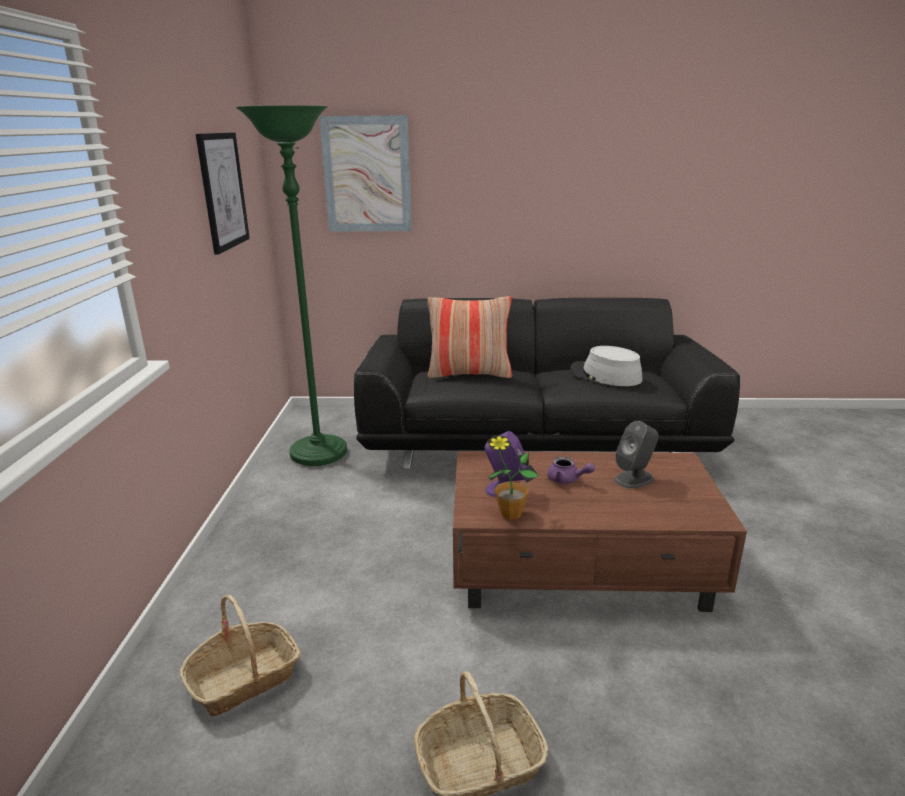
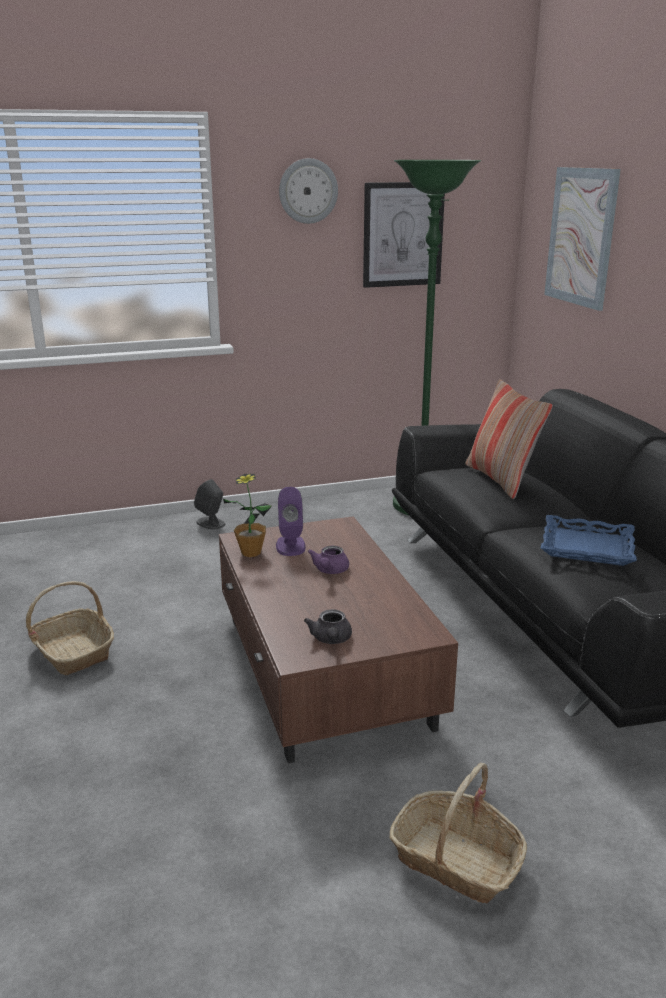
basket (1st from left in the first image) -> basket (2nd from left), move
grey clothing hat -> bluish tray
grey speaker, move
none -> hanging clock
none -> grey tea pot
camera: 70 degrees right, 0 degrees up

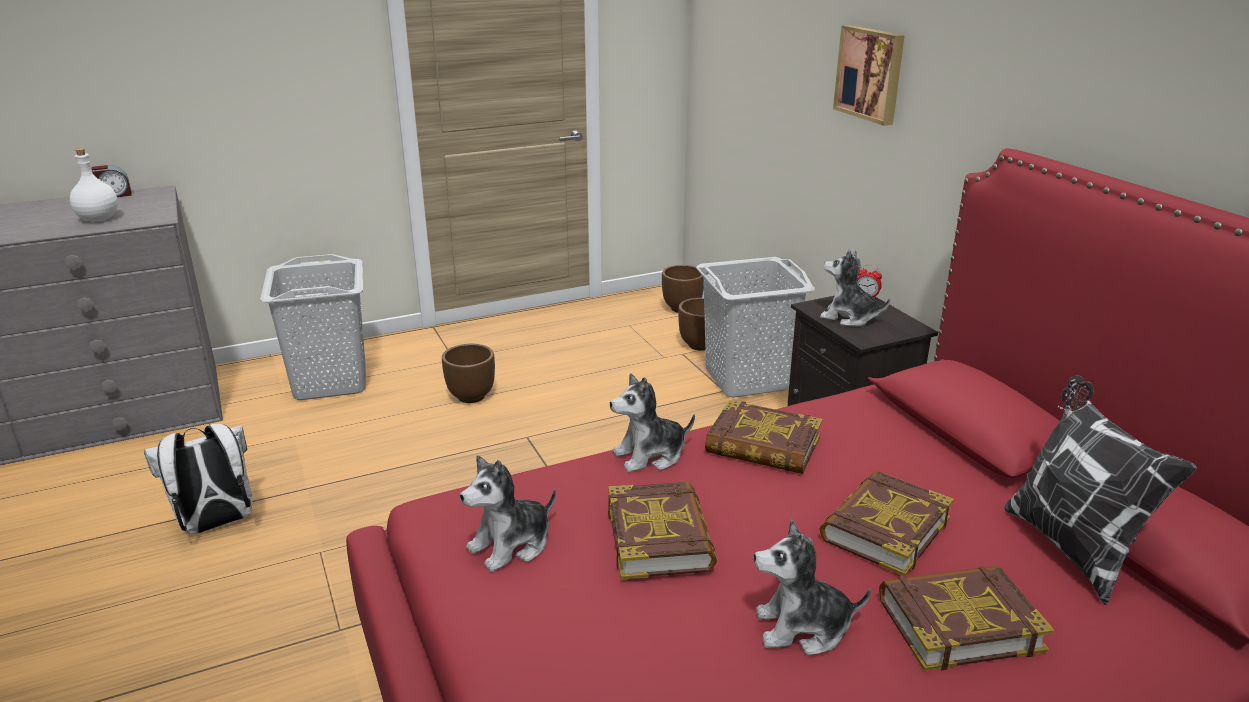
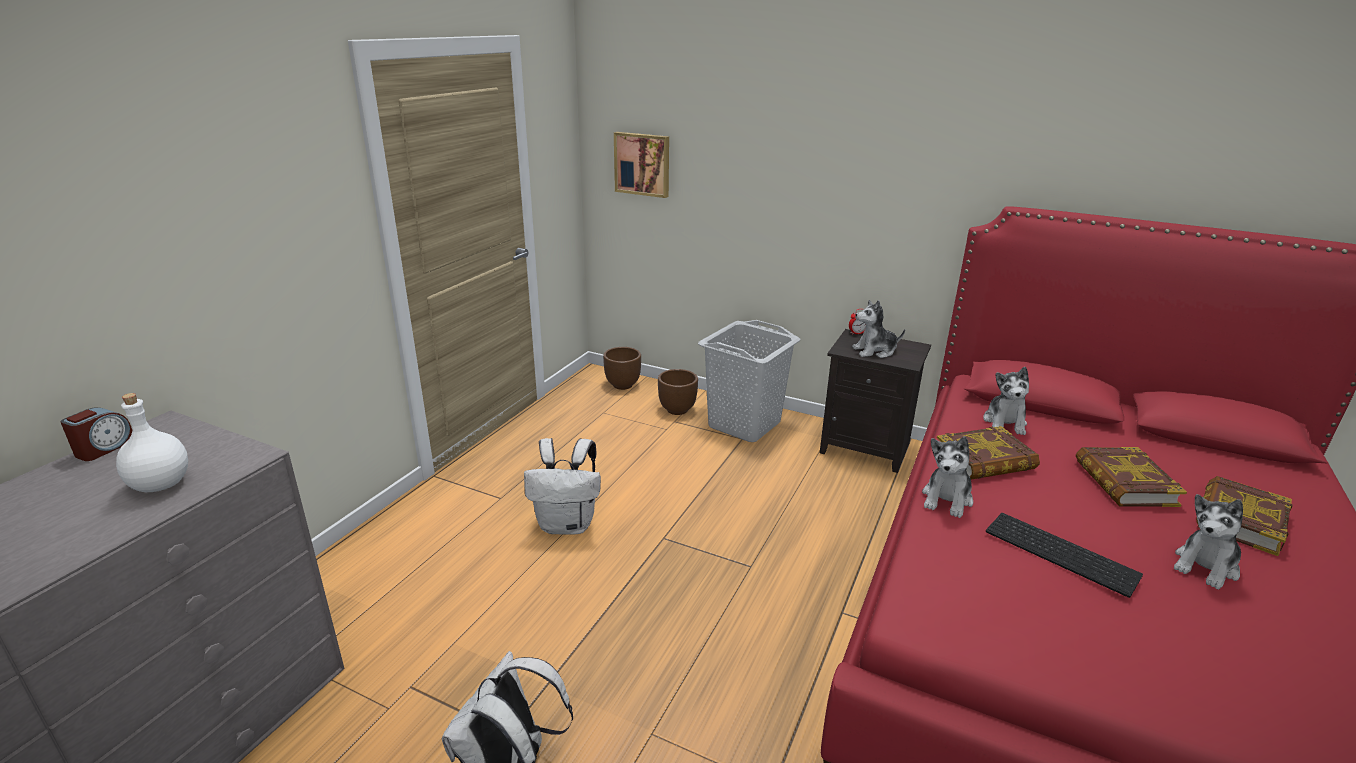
grey laundry basket (1st from left) -> none
brownish plant pot (1st from left) -> white rucksack (2nd from left)
plush toy (1st from left in the first image) -> plush toy (3rd from left), move
book (1st from left) -> computer keyboard
wall picture, move
pillow -> none
camera: 40 degrees left, 0 degrees up

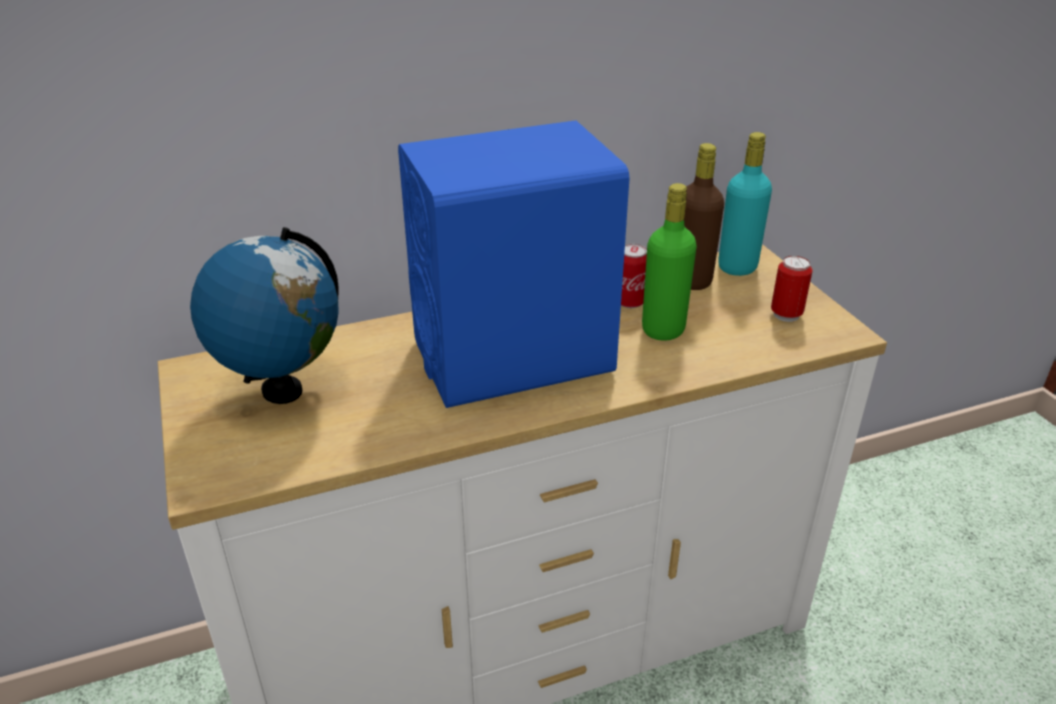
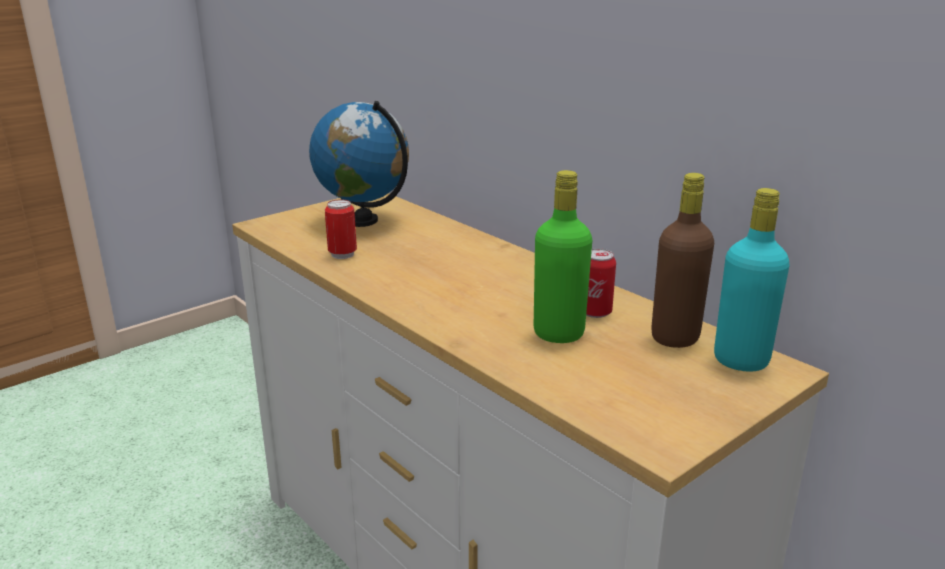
bluish speaker -> none
can (2nd from left in the first image) -> can (1st from left), move
camera: 70 degrees right, 10 degrees down

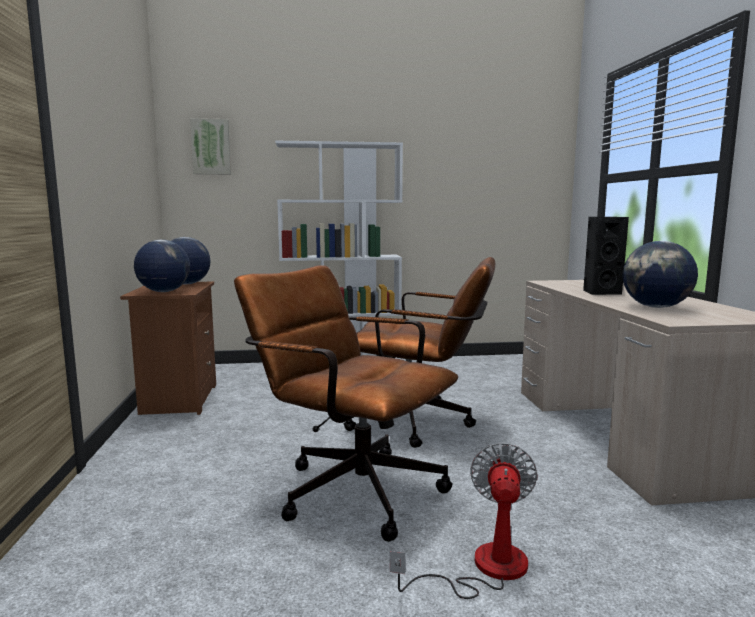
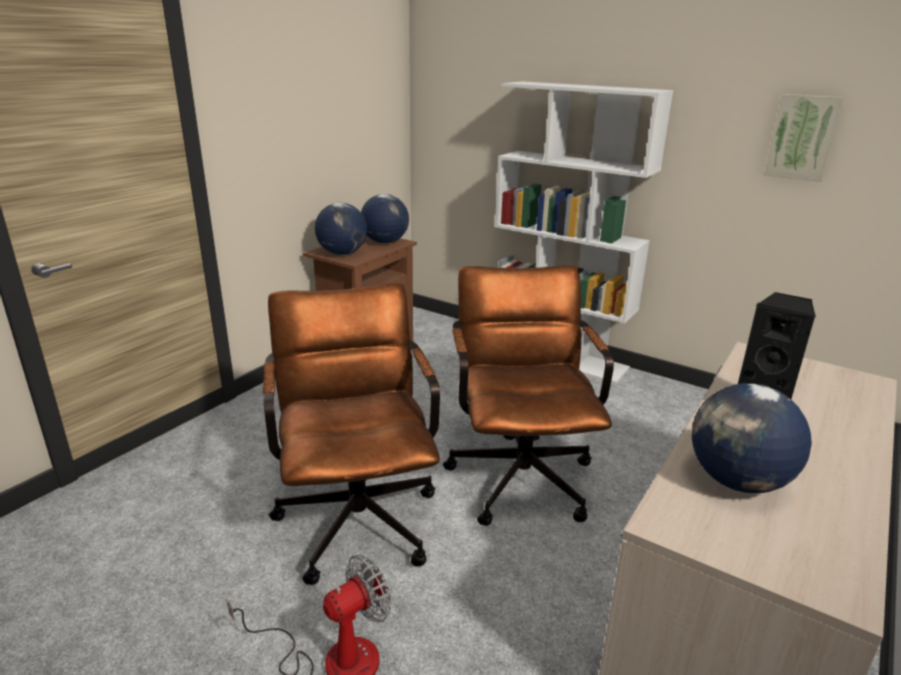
wall picture, move
brownish desk chair (2nd from left), 150 degrees counterclockwise
camera: 40 degrees right, 15 degrees up

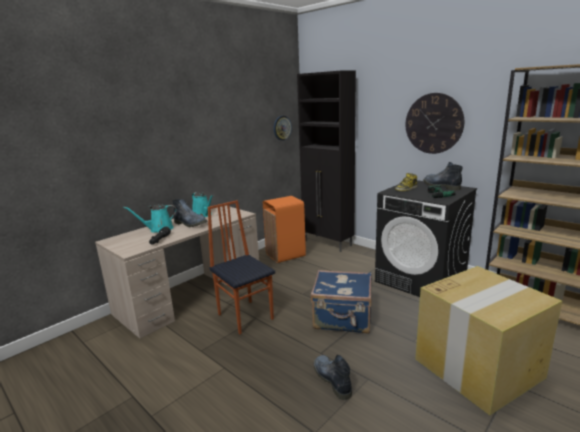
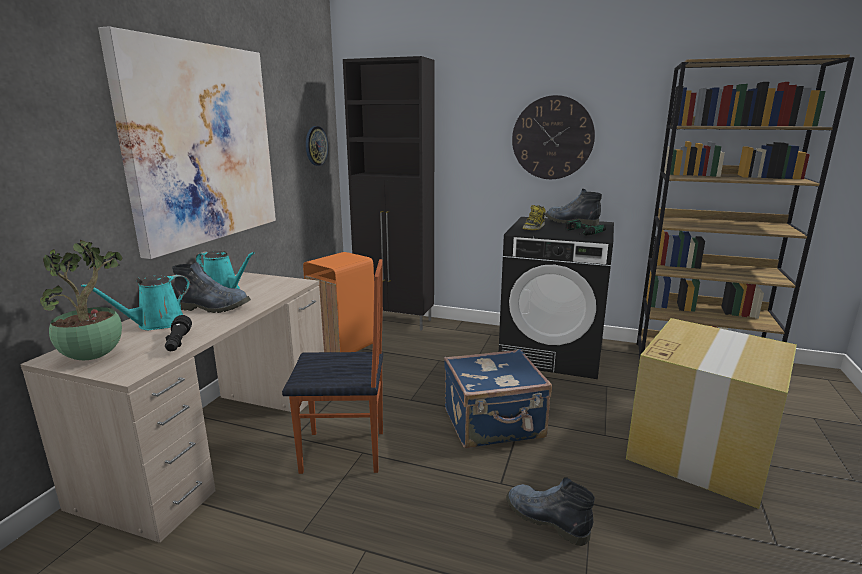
plain chair, 150 degrees clockwise
none -> potted plant
none -> wall picture
camera: 25 degrees left, 0 degrees up

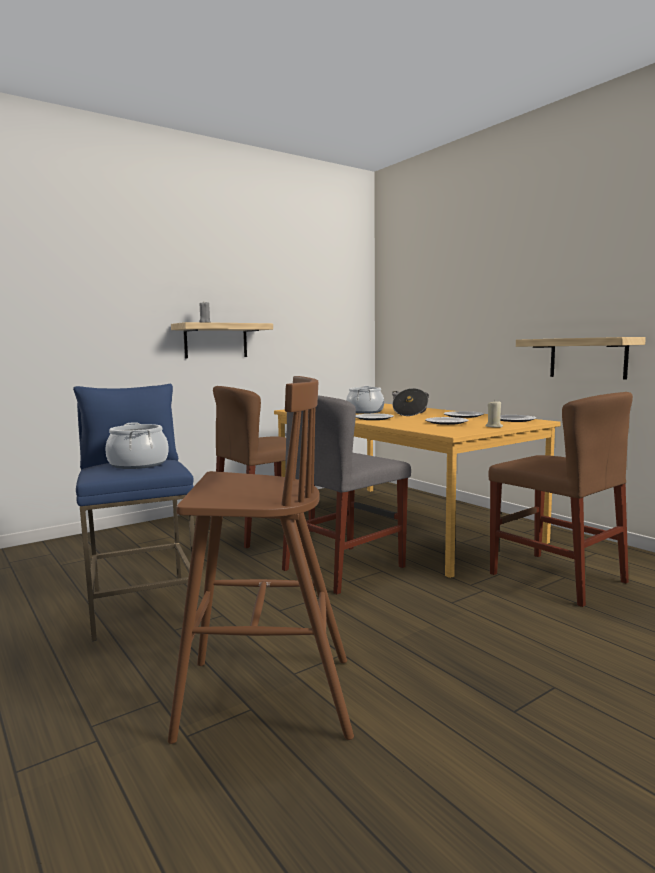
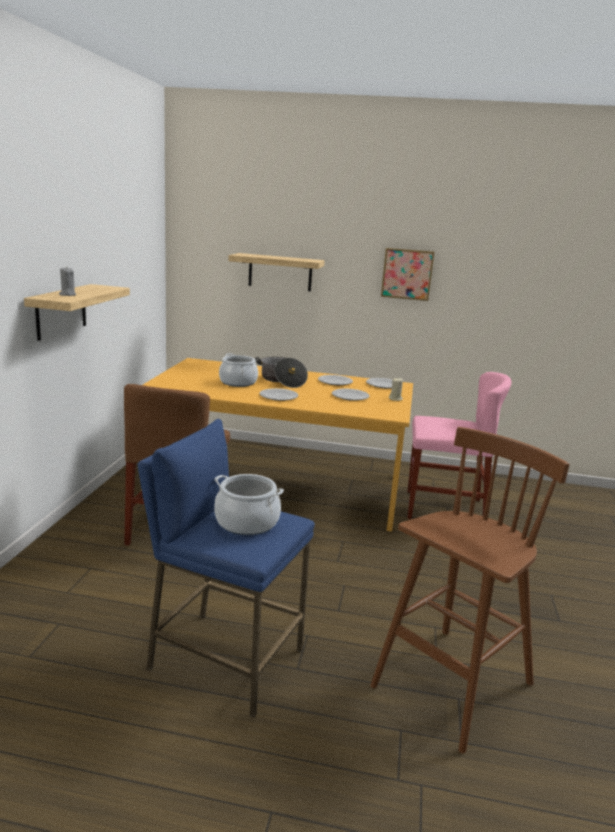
grey plain chair -> none
brownish plain chair (2nd from left) -> pinkish plain chair
wall shelf (2nd from left), move
none -> wall picture
camera: 45 degrees left, 10 degrees up

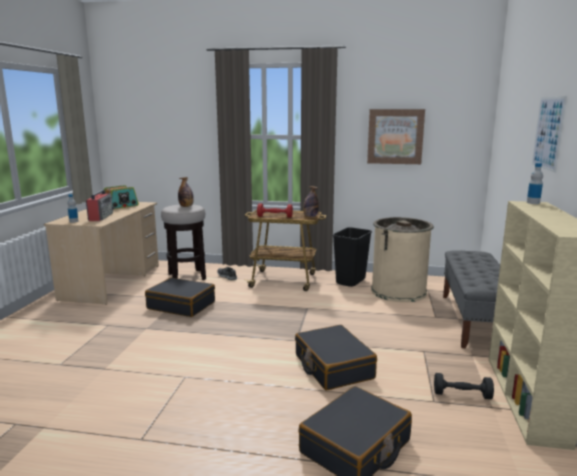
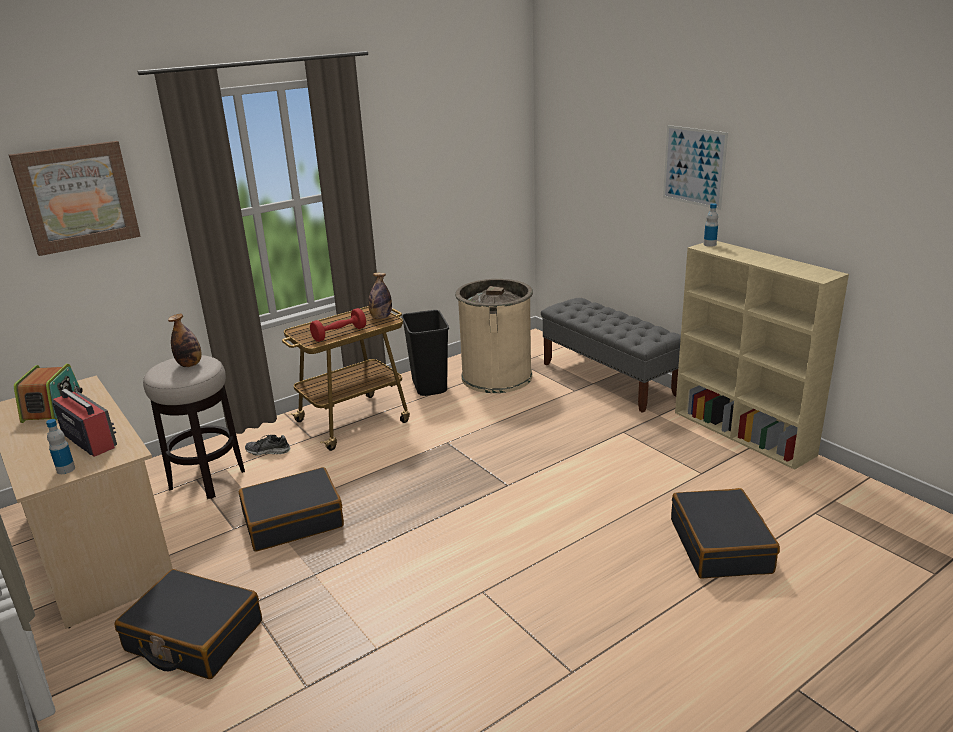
black piece of luggage (2nd from left in the first image) -> black piece of luggage (1st from left), move
wall picture (1st from left), move
black free weight -> none
camera: 45 degrees left, 10 degrees up

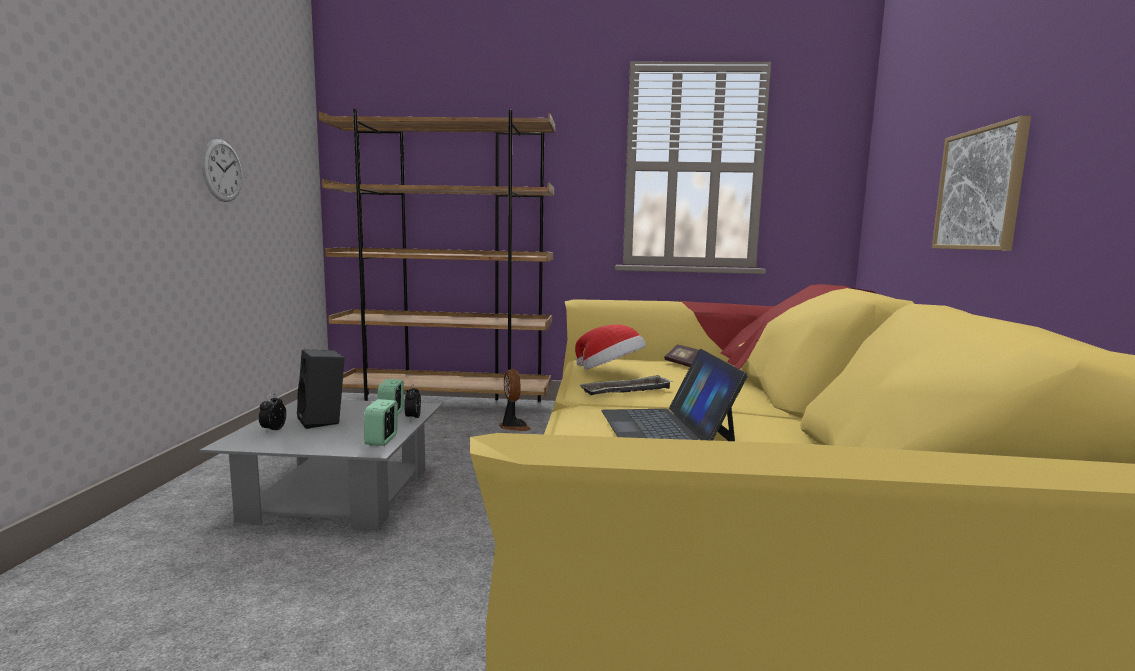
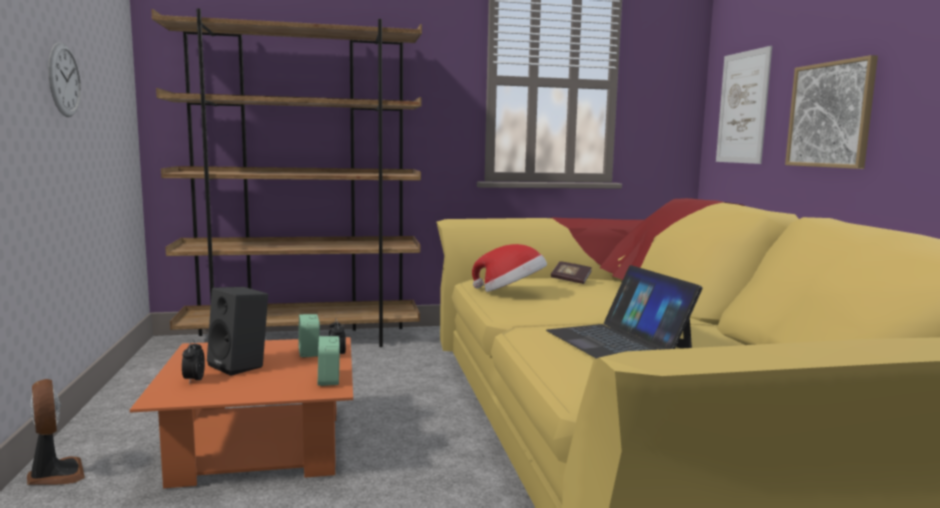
grey lounge table -> orange lounge table
cooling fan, move
tray -> none
none -> wall picture (1st from left)
camera: 15 degrees left, 0 degrees up

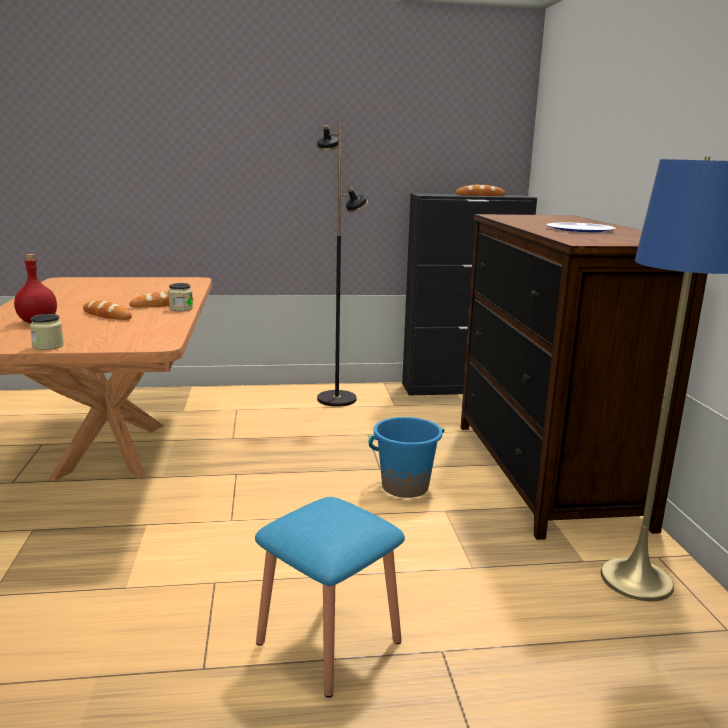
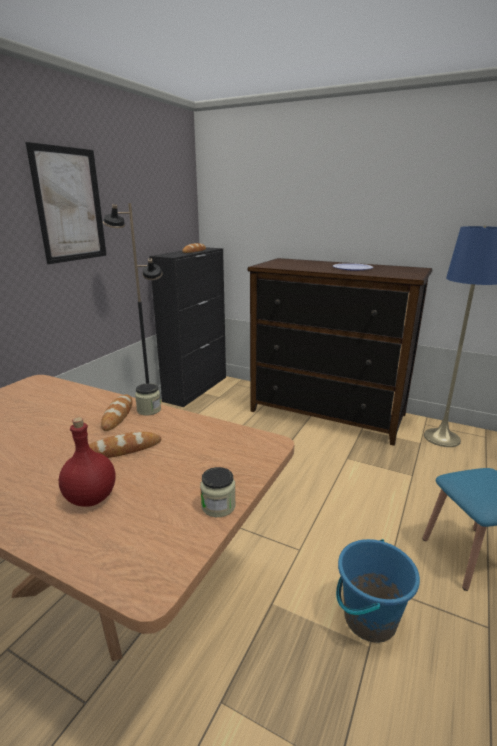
bluish pail, move
none -> wall picture
camera: 55 degrees left, 5 degrees up

